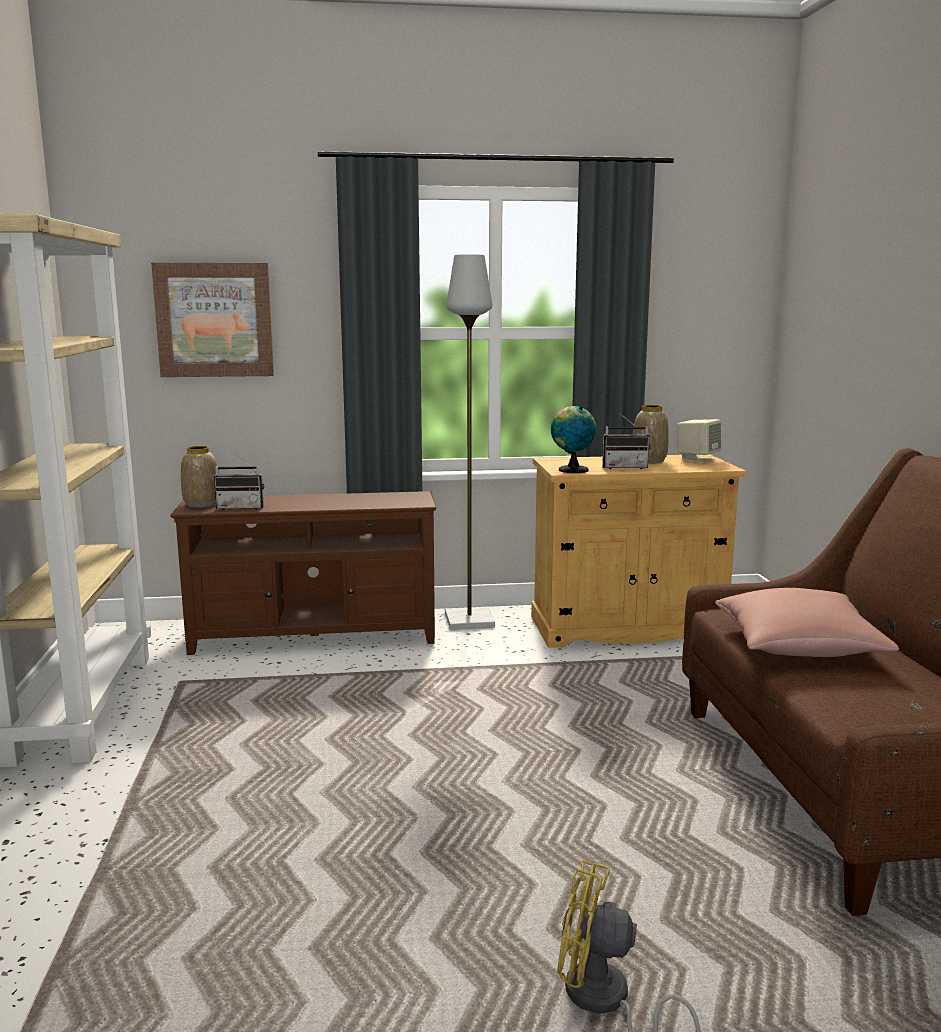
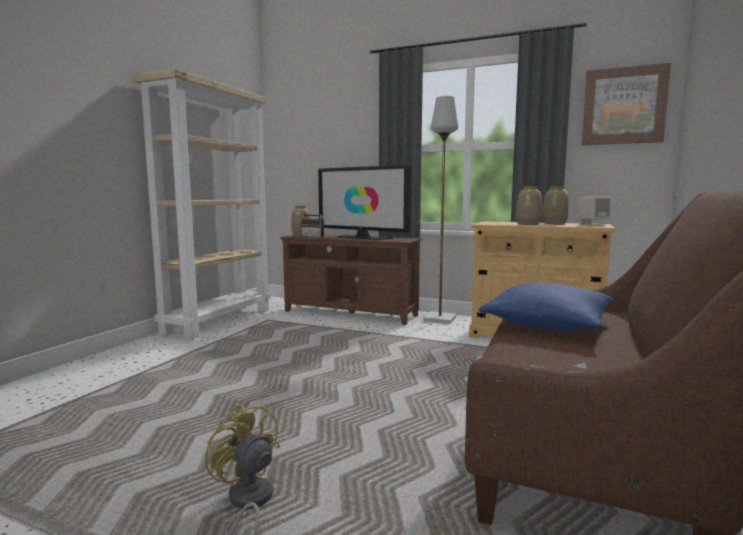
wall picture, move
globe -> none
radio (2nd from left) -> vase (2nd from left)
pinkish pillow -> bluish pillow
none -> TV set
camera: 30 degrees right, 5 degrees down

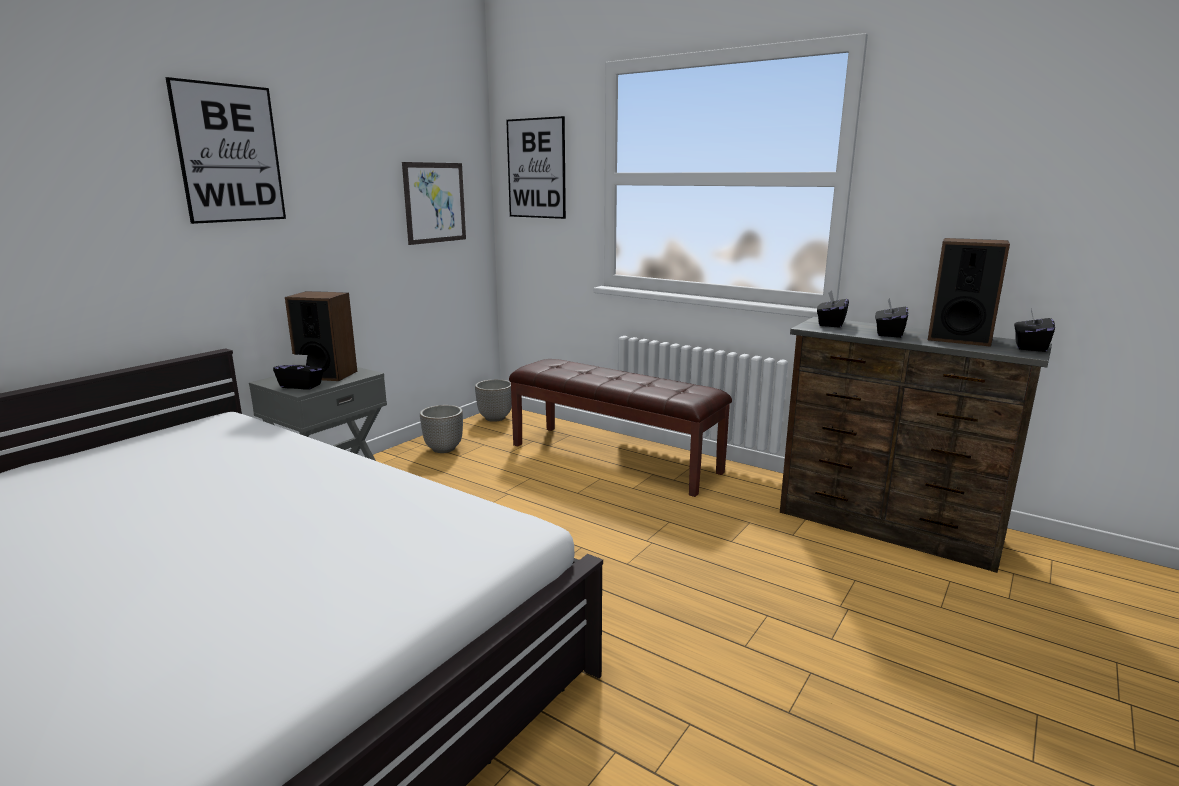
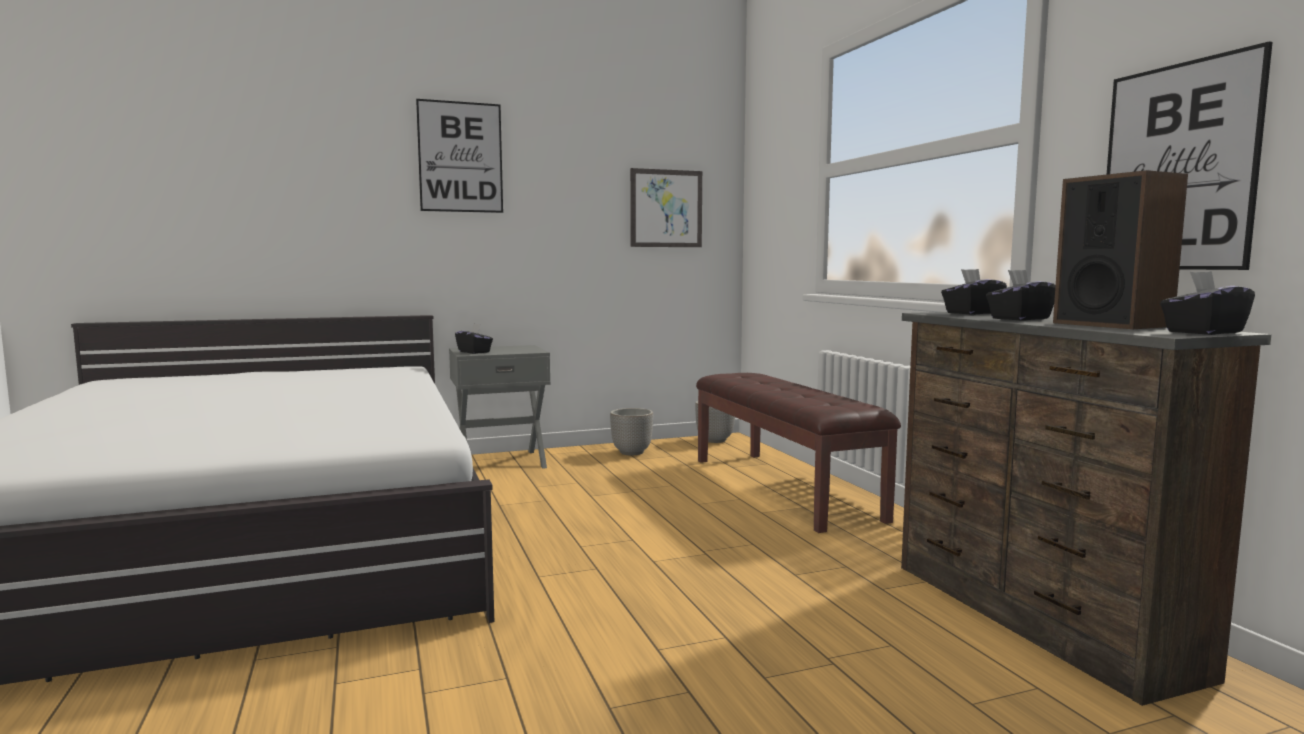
speaker (1st from left) -> none
wall picture (3rd from left), move
camera: 35 degrees right, 10 degrees down

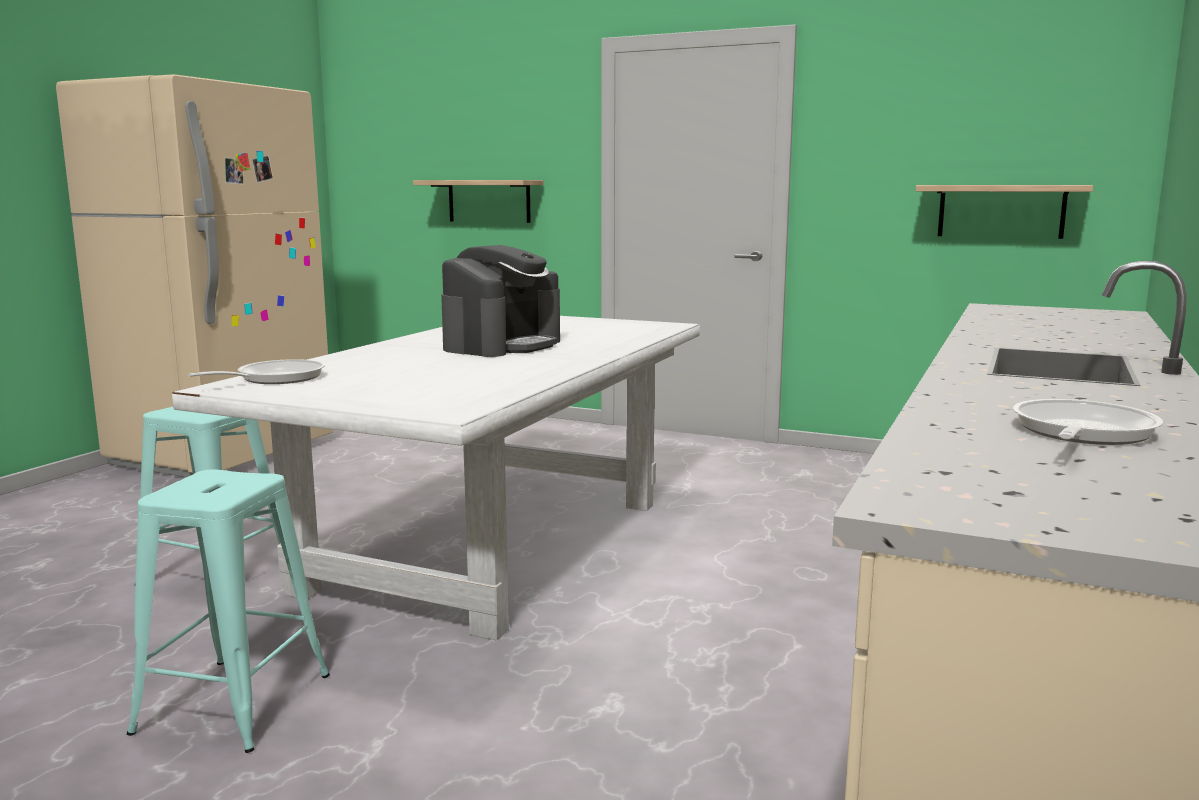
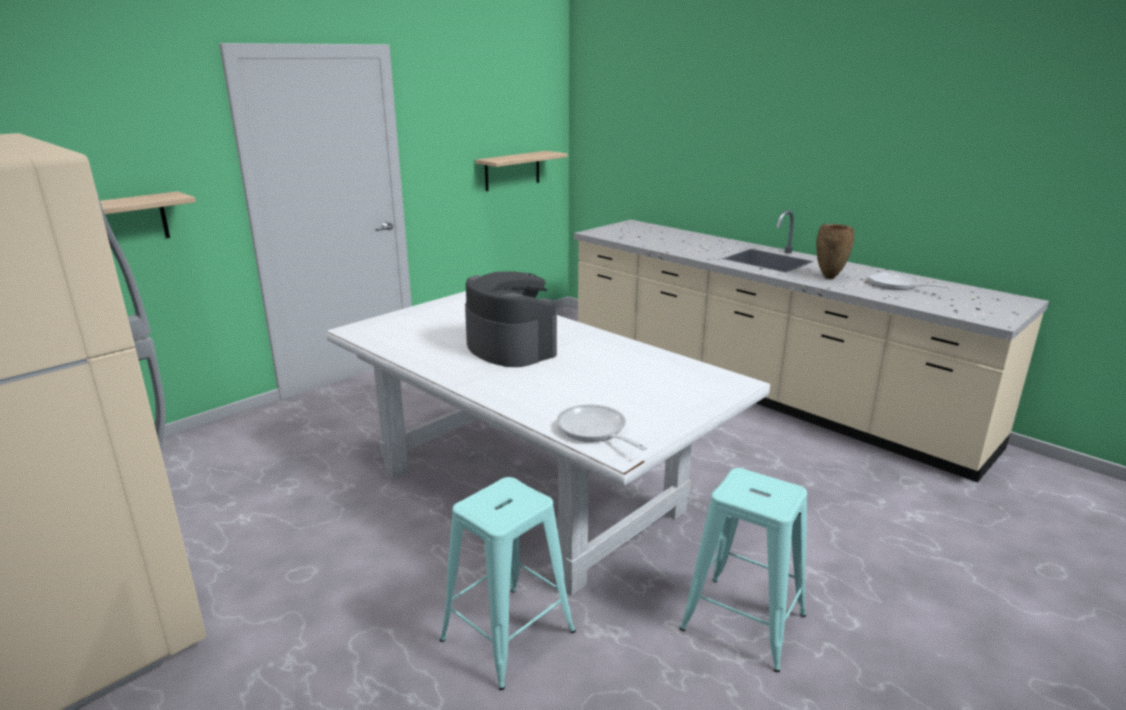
none -> brownish vase
camera: 70 degrees left, 10 degrees up

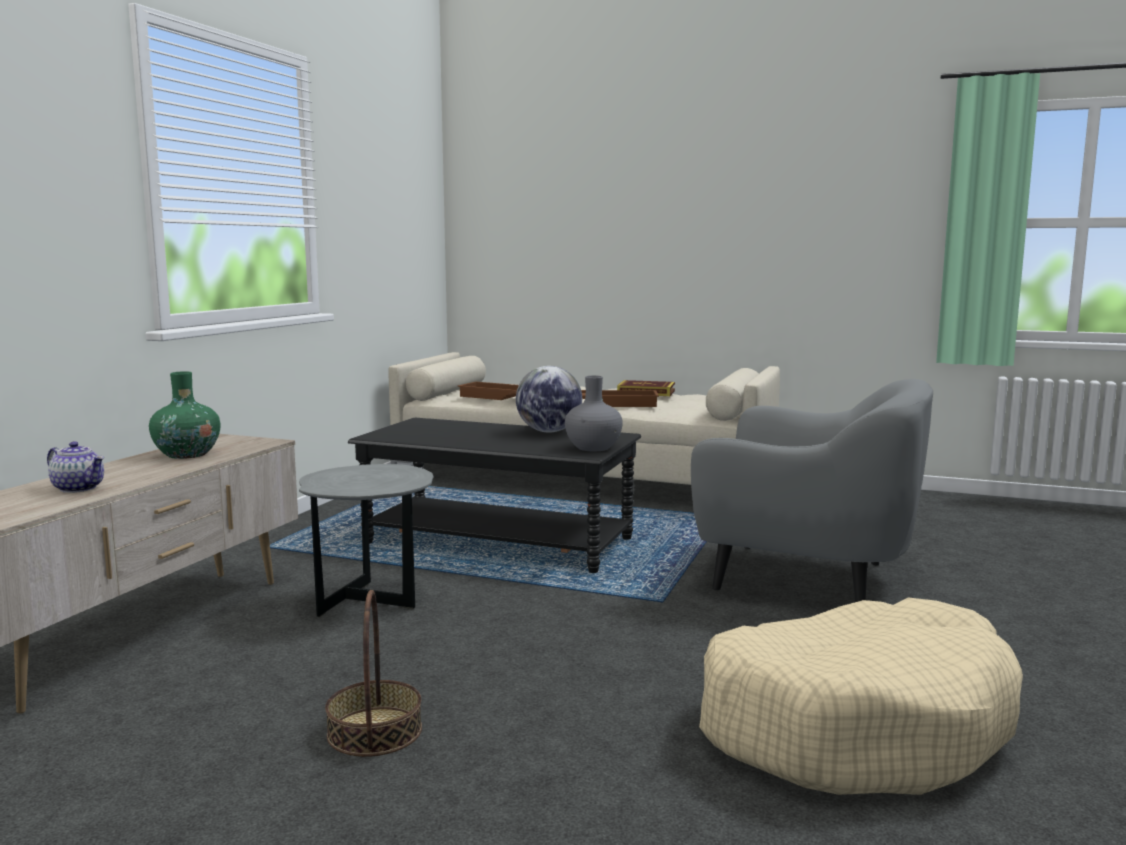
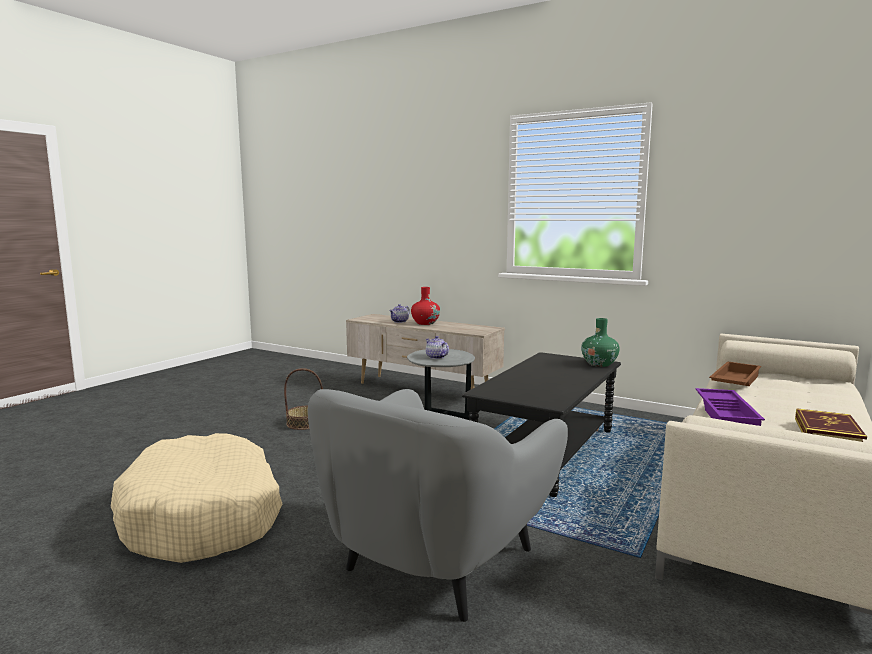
greenish vase, move
globe -> none
grey vase -> none
brownish tray (2nd from left) -> purplish tray
none -> red vase
none -> tea pot (2nd from left)
camera: 100 degrees right, 0 degrees up

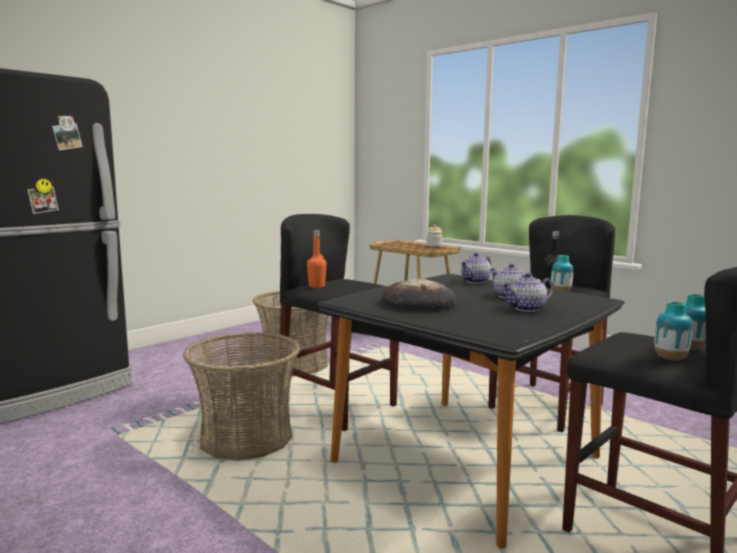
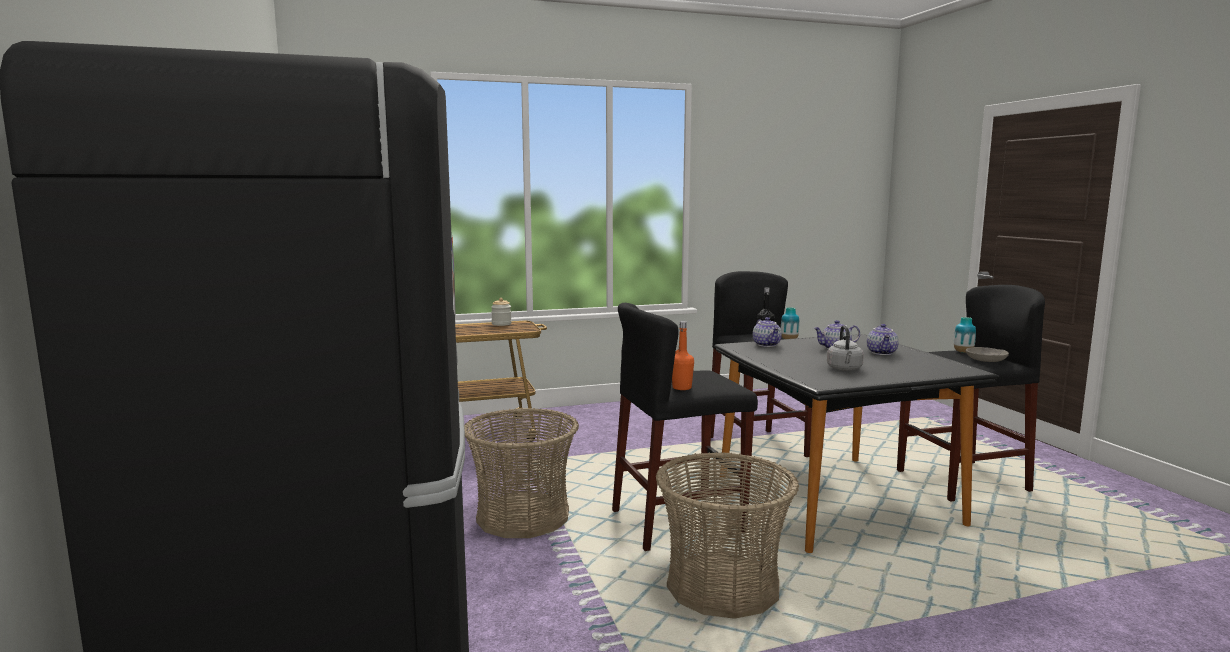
baked bread -> grey water kettle
vase (2nd from left) -> grey serving bowl
camera: 60 degrees left, 0 degrees up

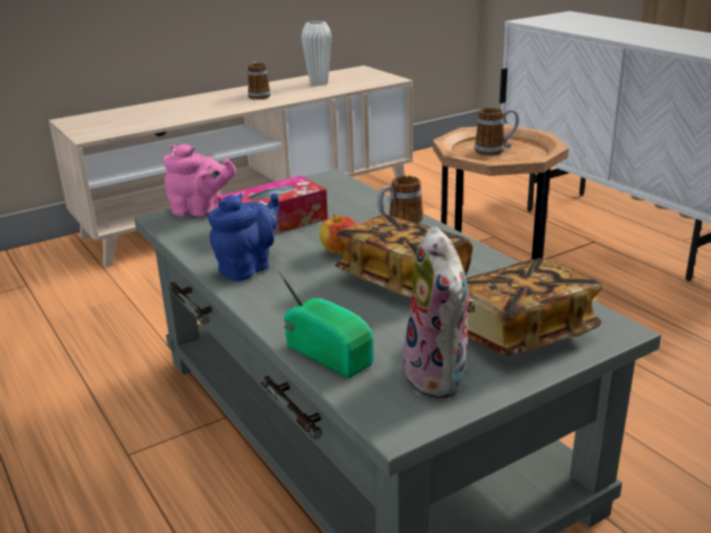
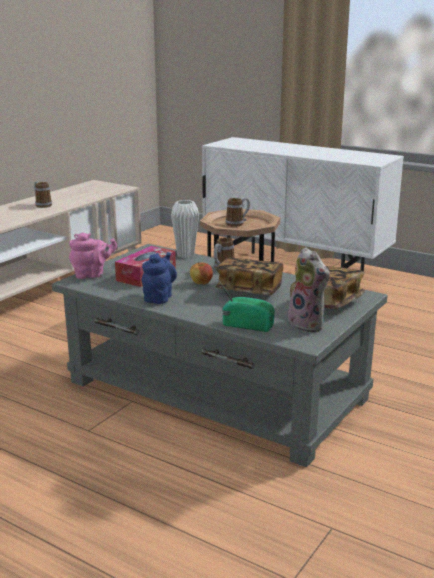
white vase, move
camera: 25 degrees left, 5 degrees down

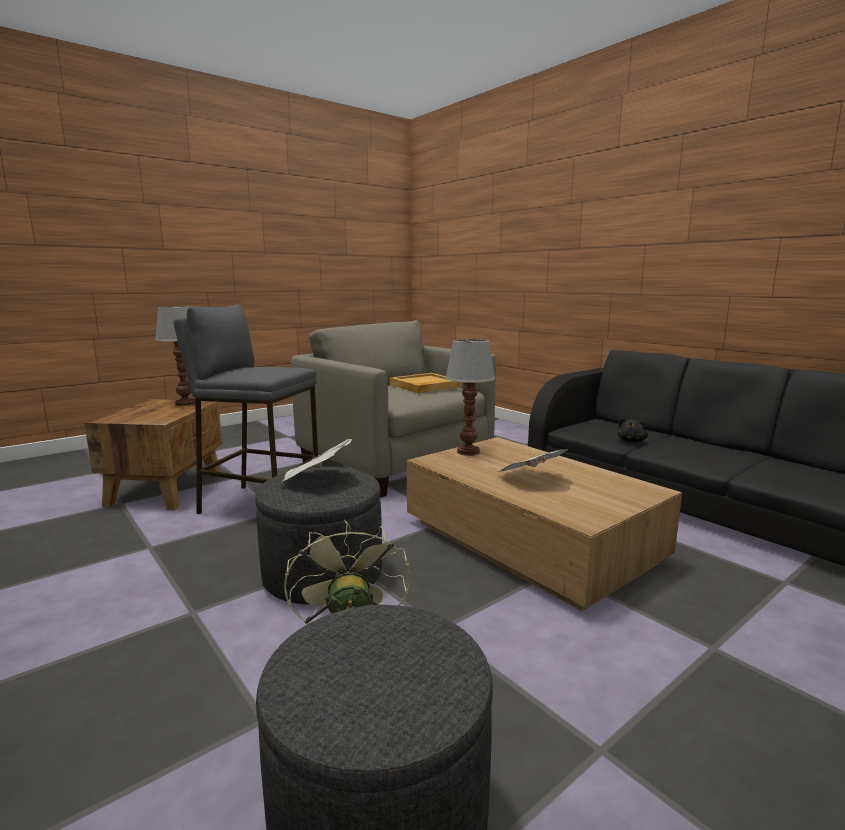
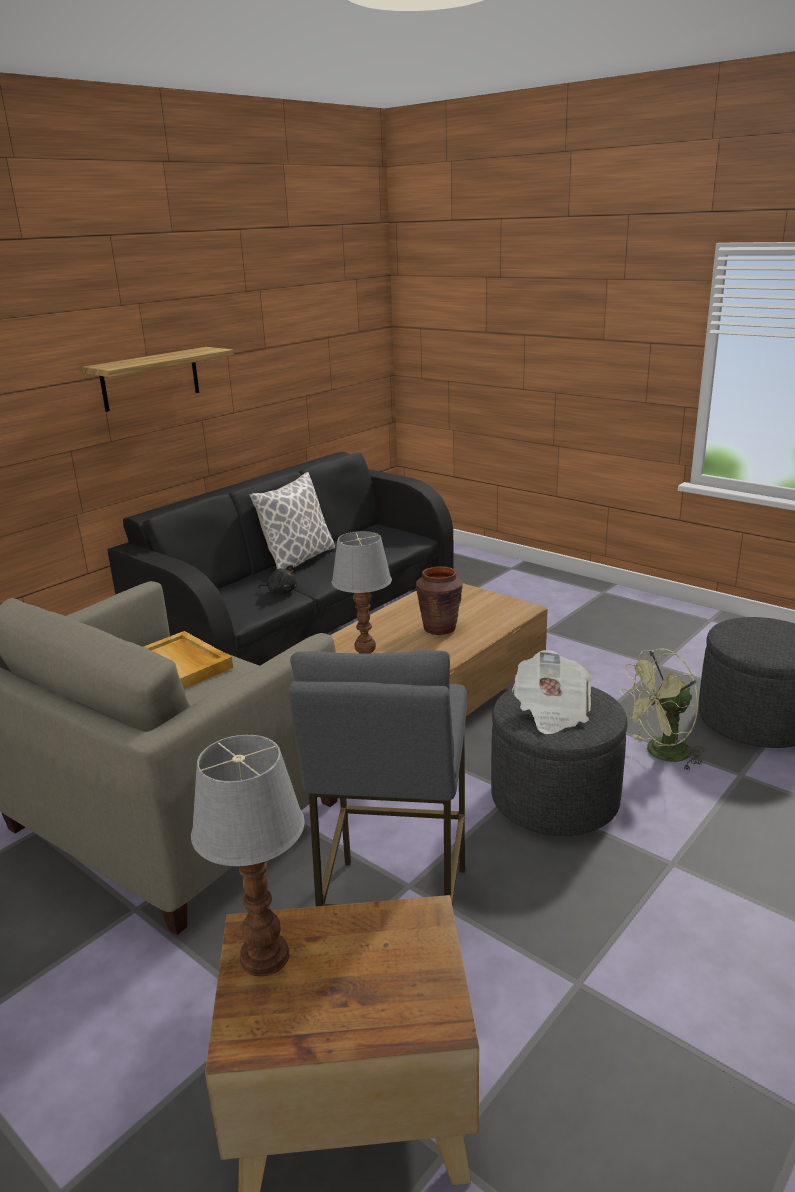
printed paper (2nd from left) -> brownish vase
none -> wall shelf
none -> pillow
camera: 100 degrees left, 10 degrees up

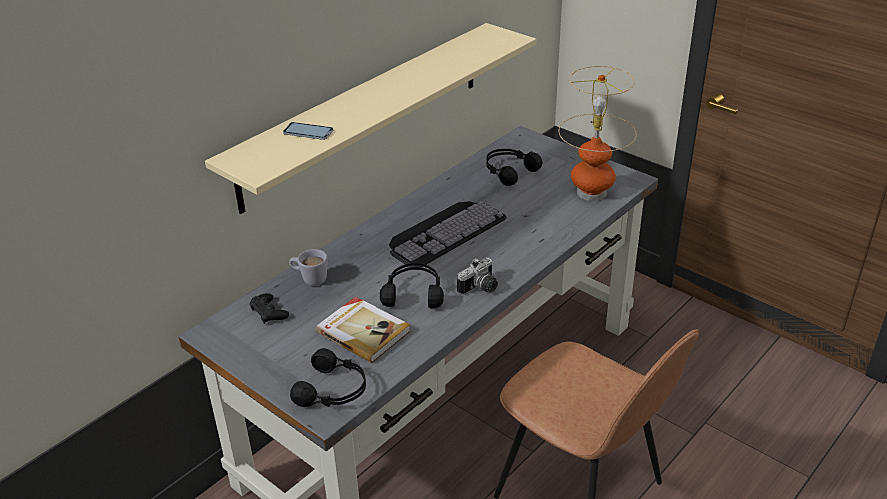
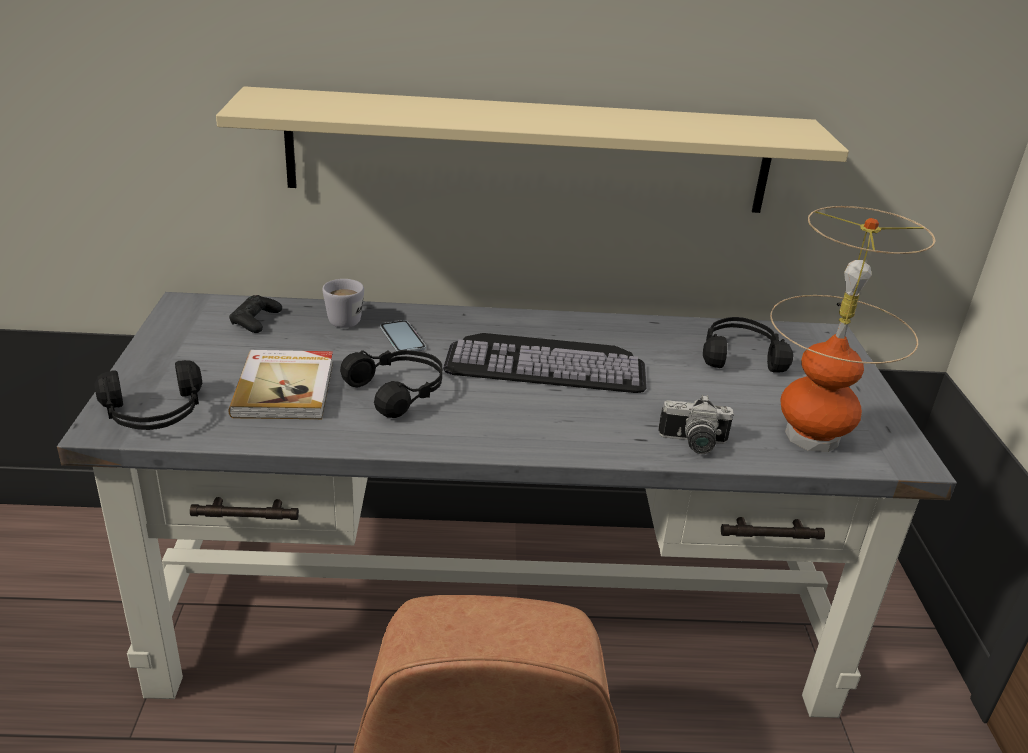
phone, move
still camera, move
camera: 45 degrees right, 5 degrees down

